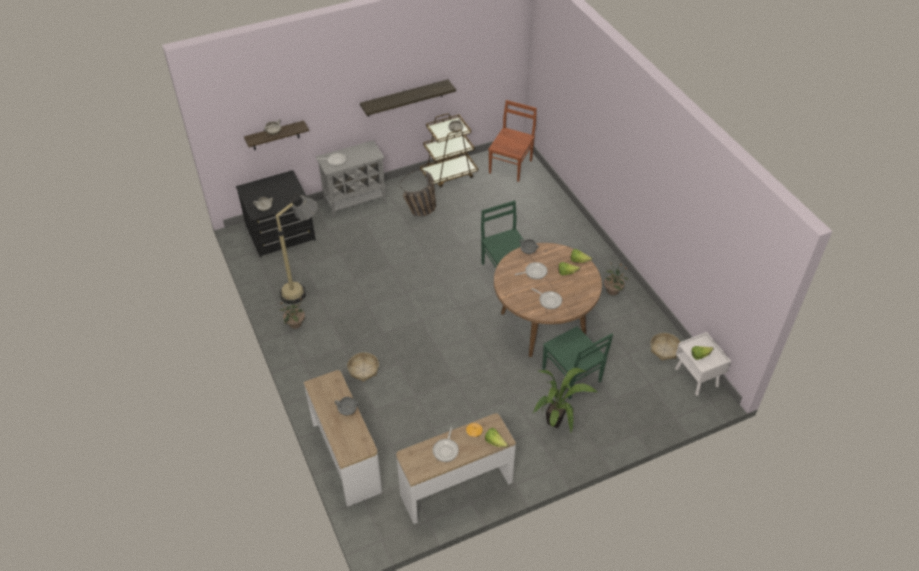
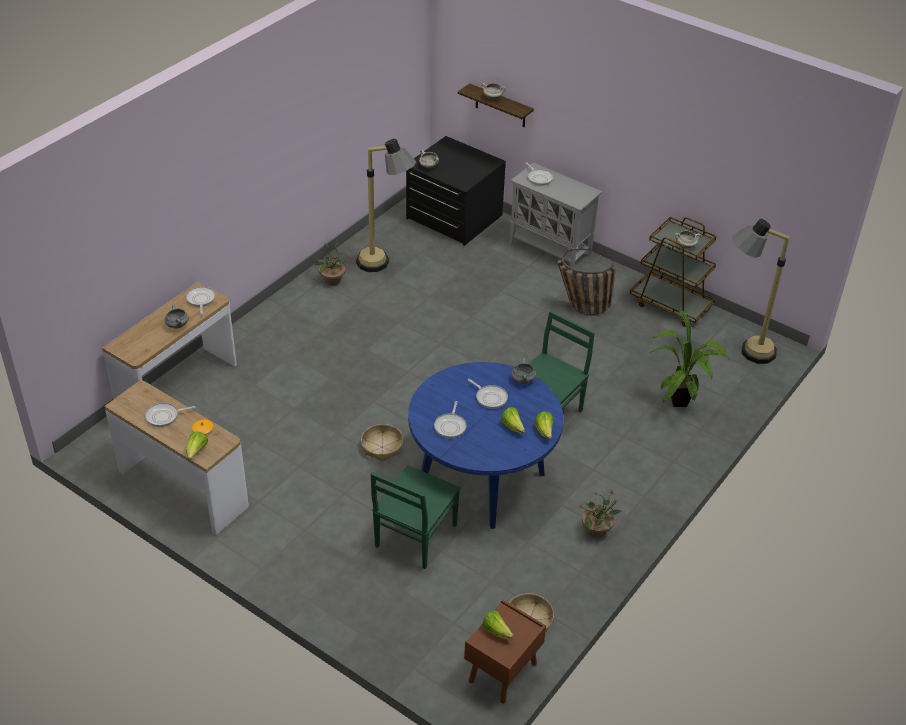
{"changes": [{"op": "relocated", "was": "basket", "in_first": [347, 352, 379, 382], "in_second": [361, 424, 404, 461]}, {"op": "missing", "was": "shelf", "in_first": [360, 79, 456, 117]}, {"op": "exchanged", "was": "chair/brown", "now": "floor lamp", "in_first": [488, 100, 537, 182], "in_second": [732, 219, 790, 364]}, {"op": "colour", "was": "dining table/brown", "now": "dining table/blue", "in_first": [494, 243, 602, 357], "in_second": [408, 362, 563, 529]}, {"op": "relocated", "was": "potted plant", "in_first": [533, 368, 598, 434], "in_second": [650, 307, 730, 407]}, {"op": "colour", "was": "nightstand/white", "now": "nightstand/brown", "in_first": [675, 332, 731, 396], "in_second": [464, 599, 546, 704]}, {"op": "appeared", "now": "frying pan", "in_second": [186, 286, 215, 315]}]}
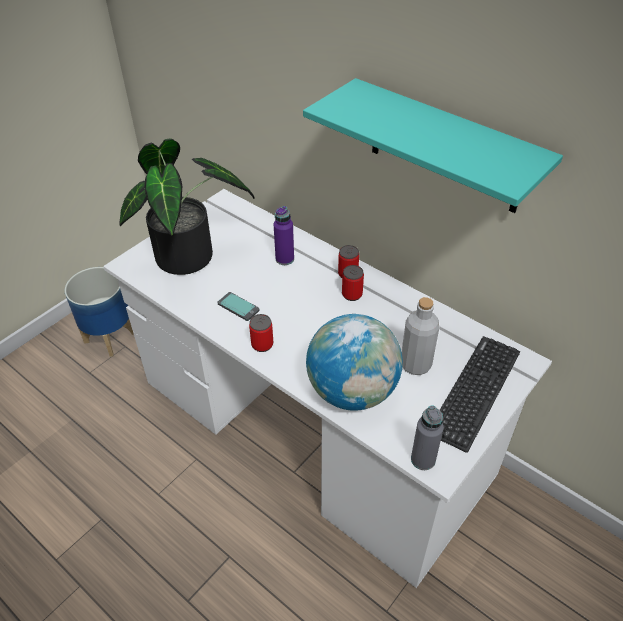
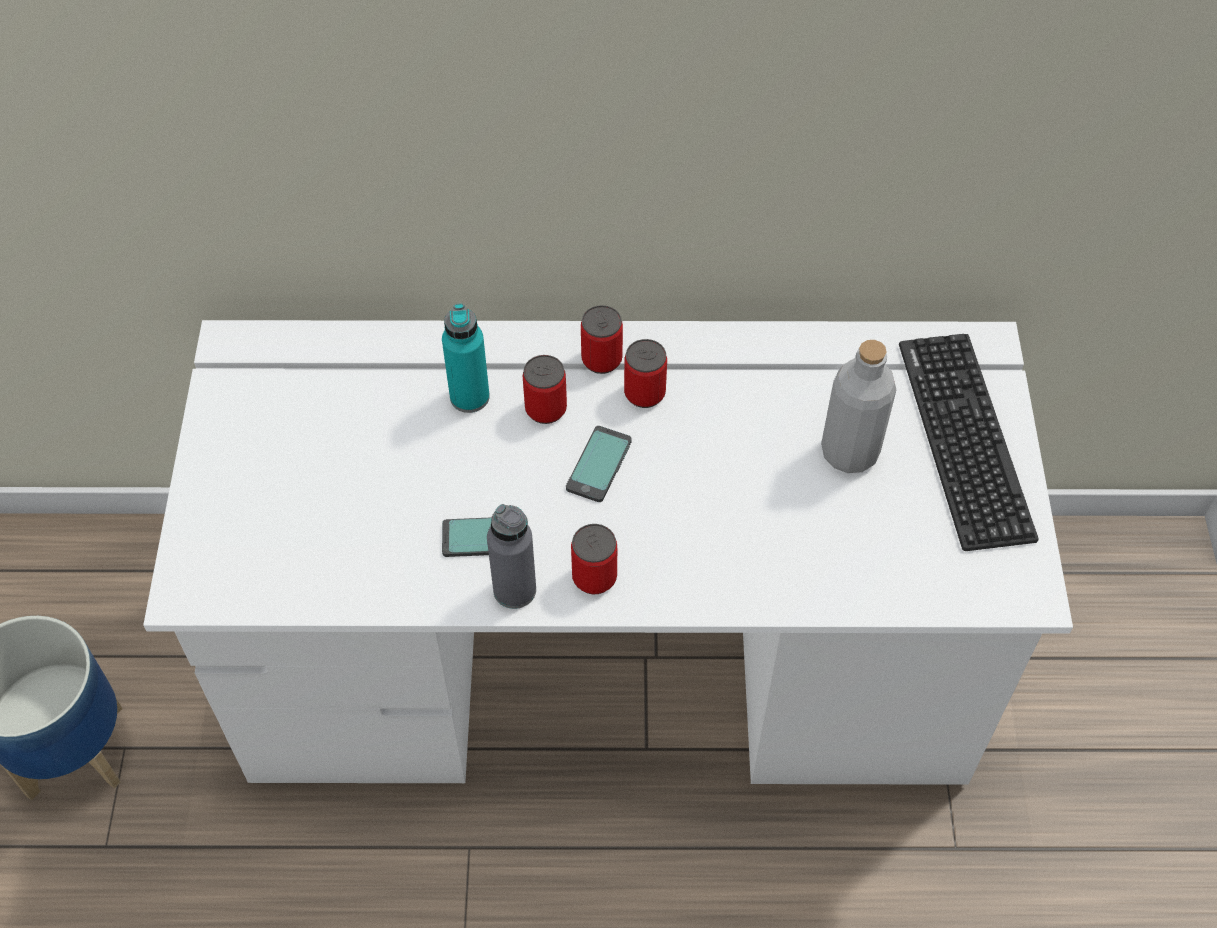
{"changes": [{"op": "missing", "was": "potted plant", "in_first": [119, 138, 255, 275]}, {"op": "colour", "was": "bottle/purple", "now": "bottle/turquoise", "in_first": [274, 206, 294, 265], "in_second": [442, 304, 490, 413]}, {"op": "missing", "was": "shelf/turquoise", "in_first": [303, 78, 563, 213]}, {"op": "missing", "was": "globe", "in_first": [306, 314, 403, 411]}, {"op": "relocated", "was": "bottle/grey", "in_first": [411, 405, 444, 470], "in_second": [487, 504, 536, 609]}, {"op": "appeared", "now": "can", "in_second": [523, 355, 567, 424]}, {"op": "appeared", "now": "phone", "in_second": [566, 426, 631, 502]}]}
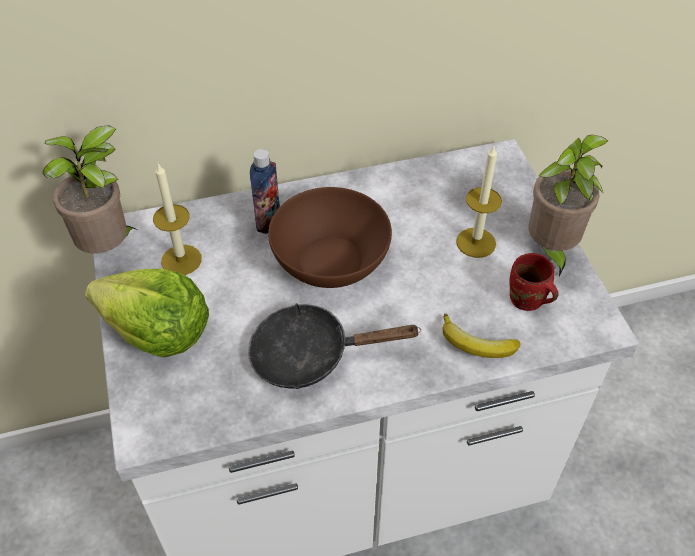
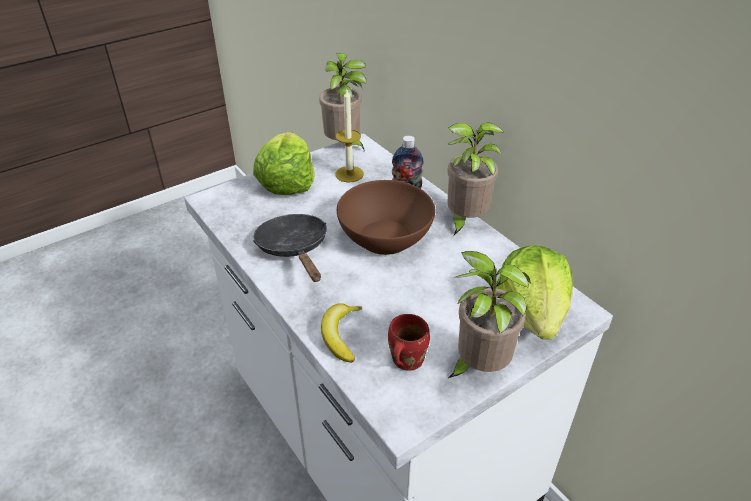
{"changes": [{"op": "missing", "was": "candle", "in_first": [456, 146, 502, 258]}, {"op": "appeared", "now": "potted plant", "in_second": [447, 122, 504, 236]}, {"op": "appeared", "now": "lettuce", "in_second": [496, 245, 573, 340]}]}
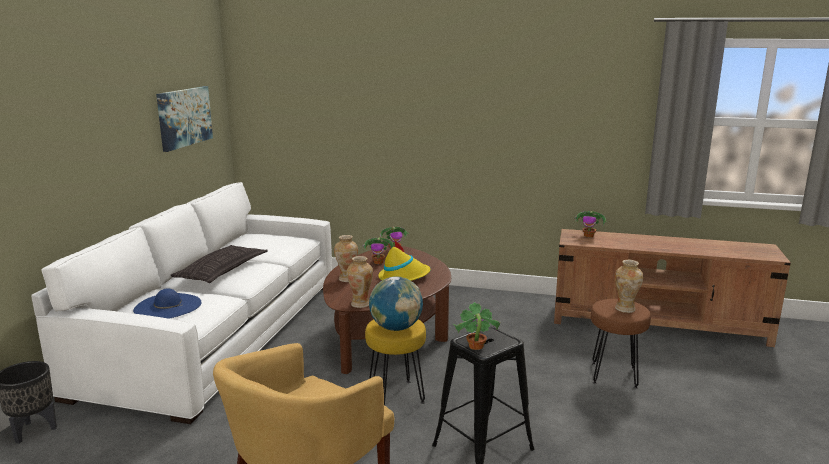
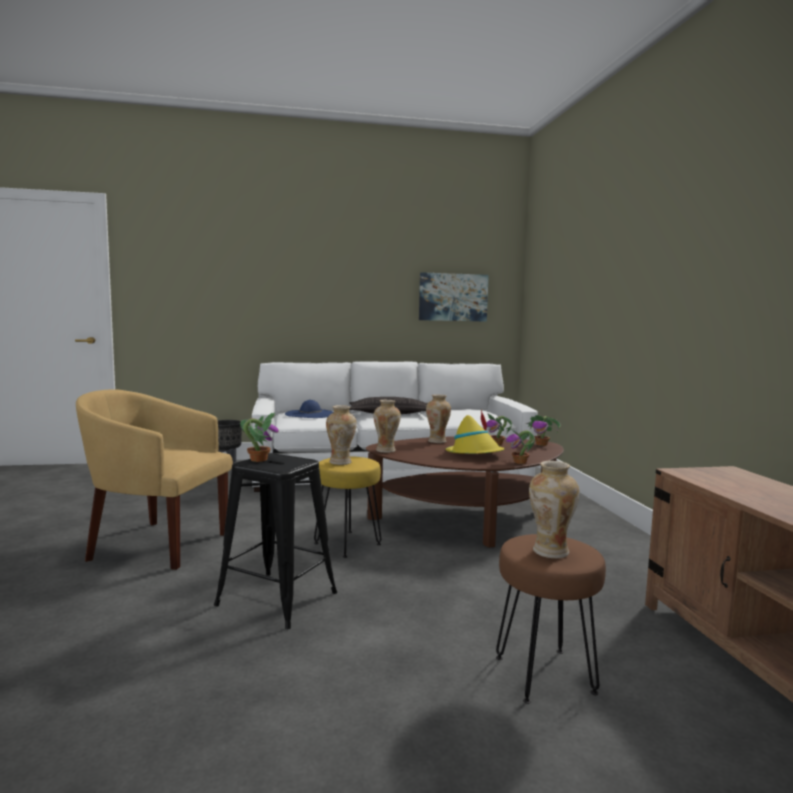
{"changes": [{"op": "exchanged", "was": "globe", "now": "vase", "in_first": [369, 276, 423, 331], "in_second": [326, 405, 357, 465]}, {"op": "relocated", "was": "potted plant", "in_first": [575, 211, 606, 237], "in_second": [506, 427, 535, 464]}]}
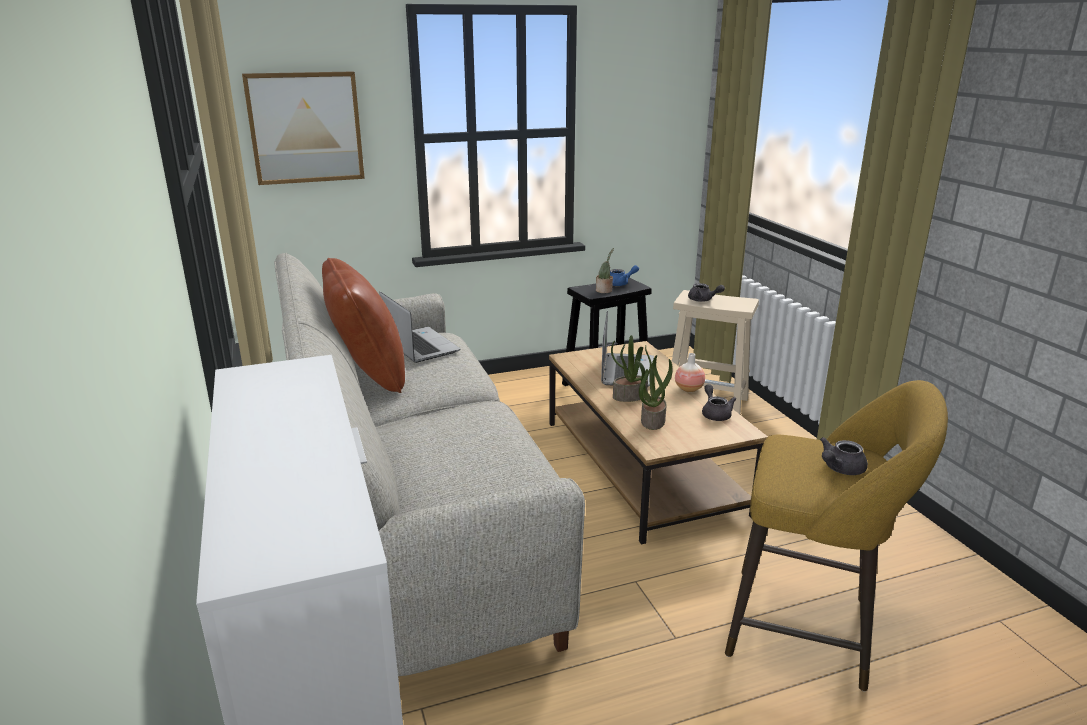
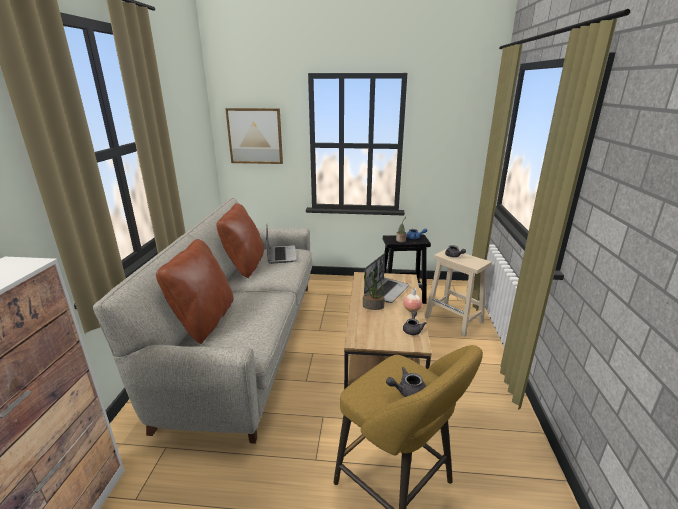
{"changes": [{"op": "missing", "was": "potted plant", "in_first": [636, 355, 673, 430]}, {"op": "appeared", "now": "pillow/brown", "in_second": [156, 239, 234, 344]}]}
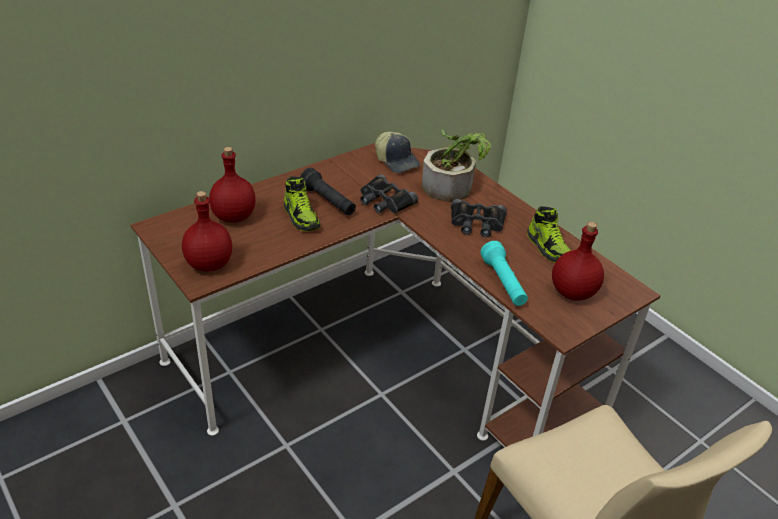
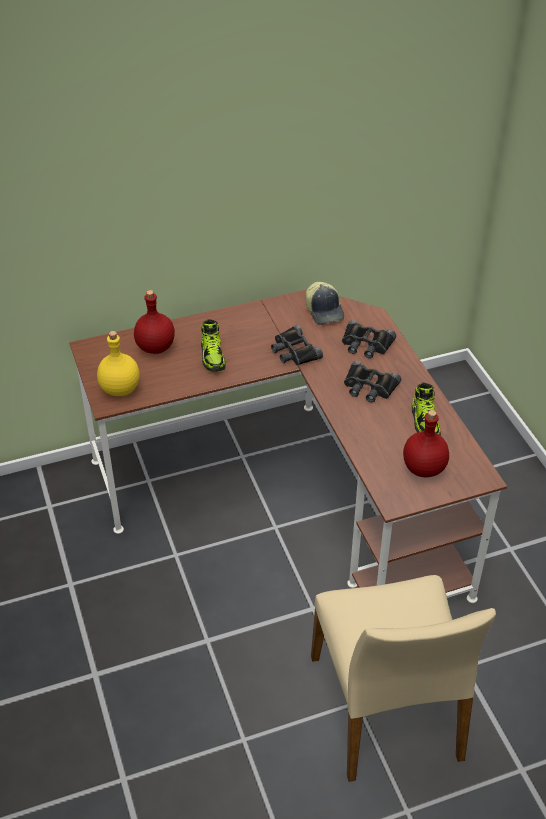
{"changes": [{"op": "colour", "was": "bottle/red", "now": "bottle/yellow", "in_first": [182, 191, 232, 271], "in_second": [97, 331, 139, 396]}, {"op": "missing", "was": "flashlight/black", "in_first": [300, 168, 356, 215]}, {"op": "exchanged", "was": "potted plant", "now": "binoculars/black", "in_first": [422, 129, 491, 202], "in_second": [342, 320, 396, 358]}, {"op": "missing", "was": "flashlight/turquoise", "in_first": [480, 241, 528, 306]}]}
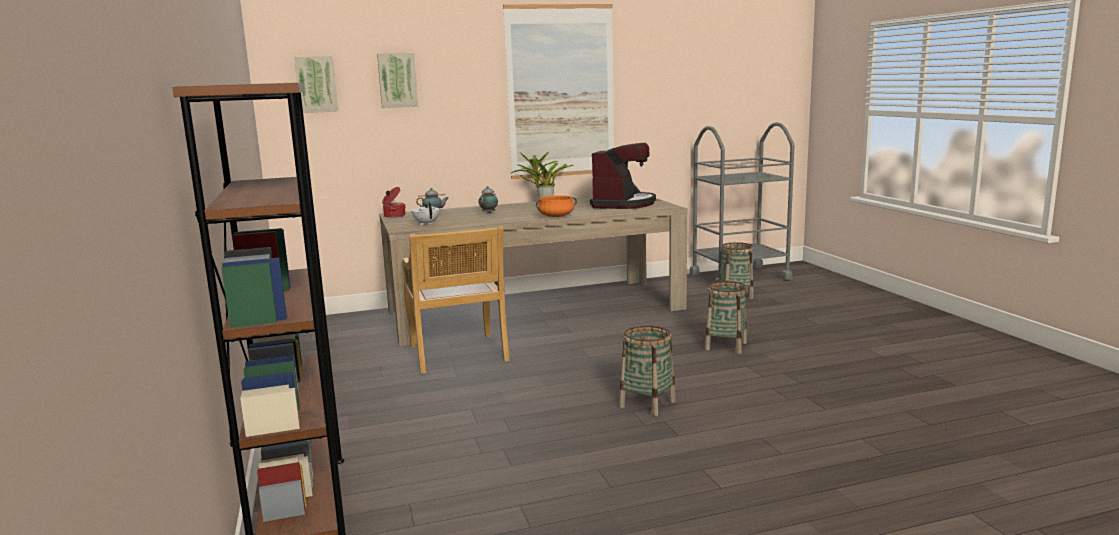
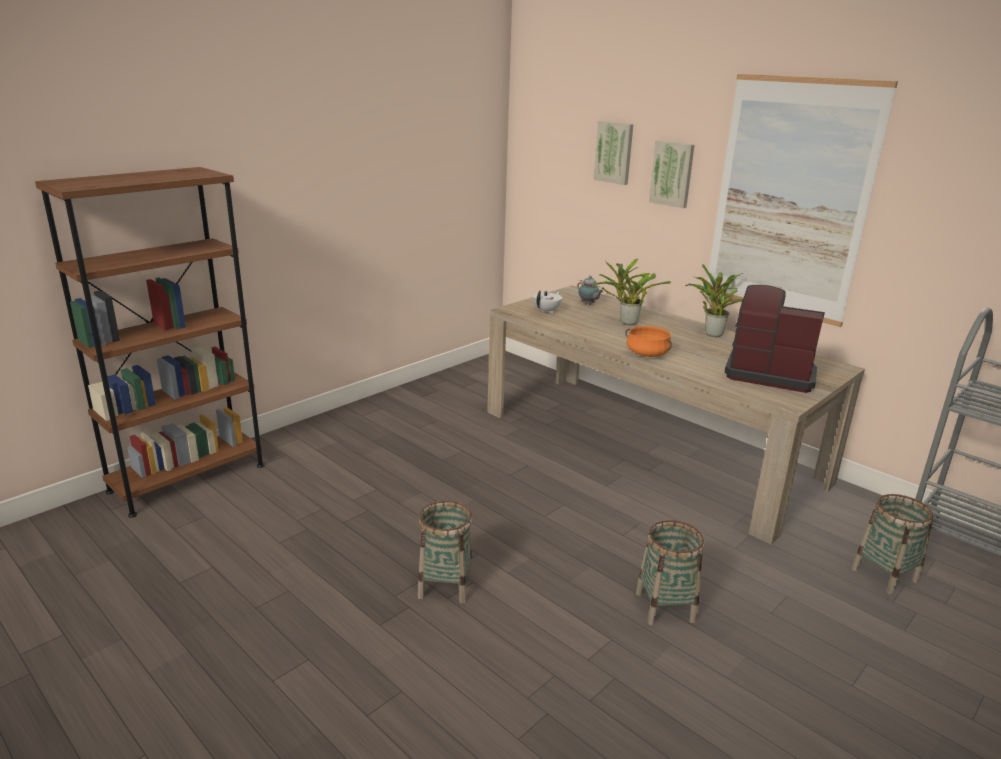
{"changes": [{"op": "relocated", "was": "picture", "in_first": [294, 56, 338, 113], "in_second": [649, 141, 694, 208]}, {"op": "missing", "was": "cooking pot", "in_first": [382, 187, 406, 218]}, {"op": "missing", "was": "chair/beige", "in_first": [403, 226, 510, 374]}, {"op": "exchanged", "was": "teapot", "now": "potted plant", "in_first": [478, 186, 498, 214], "in_second": [592, 259, 671, 325]}, {"op": "spun", "was": "coffee machine", "in_first": [590, 143, 656, 209], "in_second": [724, 285, 825, 393], "clockwise": -150}]}
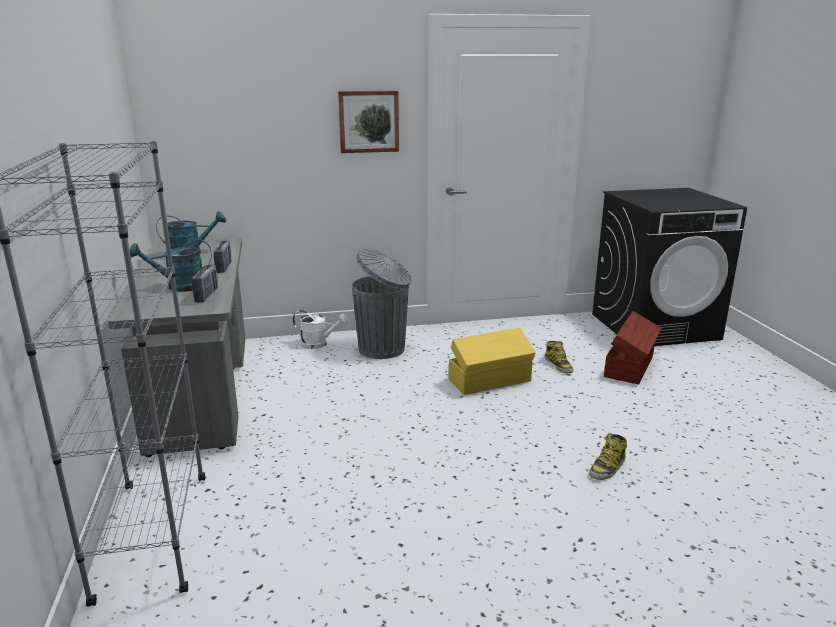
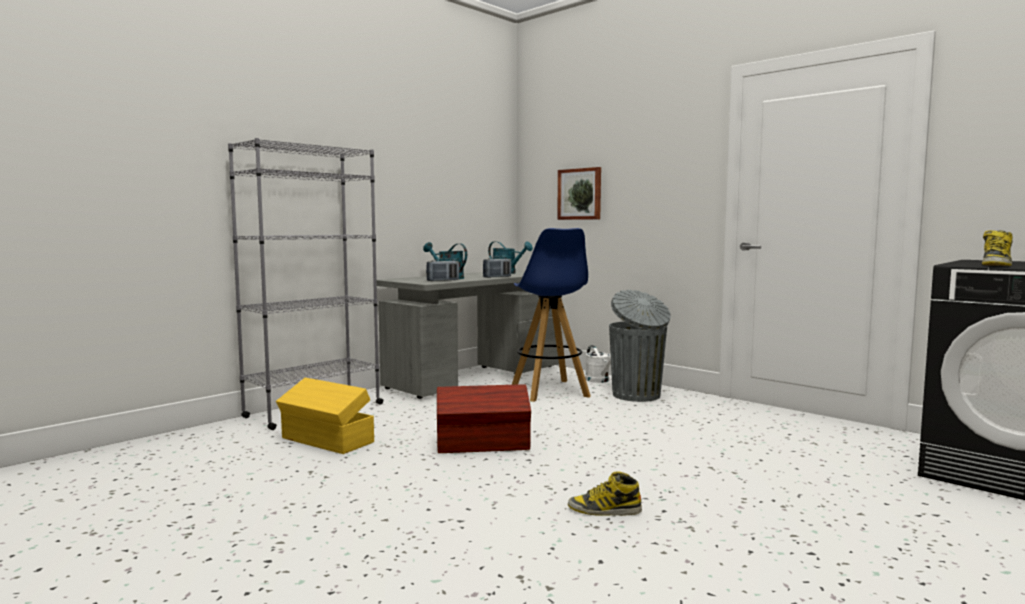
{"changes": [{"op": "relocated", "was": "picture", "in_first": [338, 91, 399, 153], "in_second": [557, 167, 601, 220]}, {"op": "relocated", "was": "storage box/yellow", "in_first": [449, 328, 536, 395], "in_second": [276, 378, 374, 454]}, {"op": "relocated", "was": "boot", "in_first": [545, 341, 573, 373], "in_second": [982, 230, 1013, 266]}, {"op": "relocated", "was": "storage box/brown", "in_first": [604, 311, 662, 384], "in_second": [437, 384, 531, 453]}, {"op": "appeared", "now": "stool/blue", "in_second": [512, 228, 591, 402]}]}
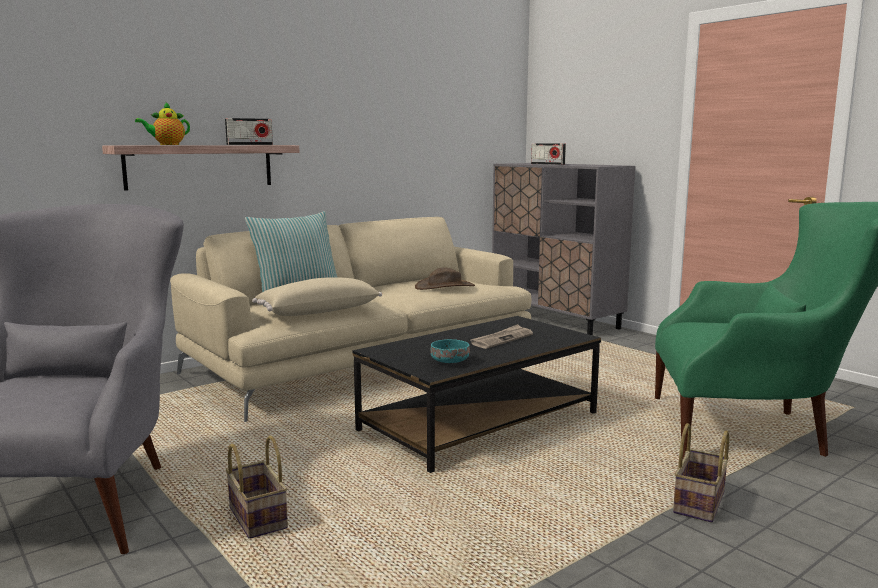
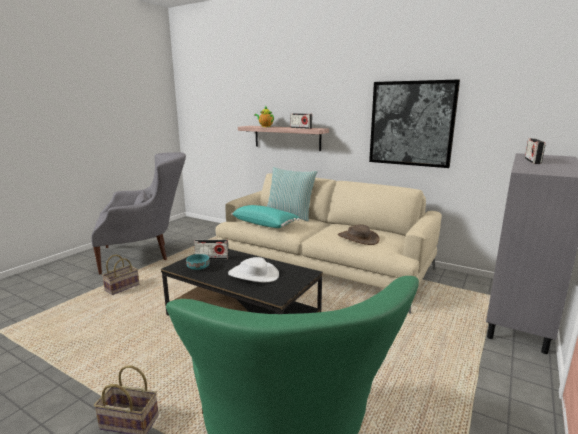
{"changes": [{"op": "colour", "was": "pillow/beige", "now": "pillow/turquoise", "in_first": [252, 277, 382, 316], "in_second": [231, 205, 300, 228]}, {"op": "exchanged", "was": "newspaper", "now": "hat/white", "in_first": [471, 324, 533, 349], "in_second": [228, 257, 279, 282]}, {"op": "appeared", "now": "radio", "in_second": [194, 240, 229, 260]}, {"op": "appeared", "now": "picture", "in_second": [369, 79, 460, 168]}]}
